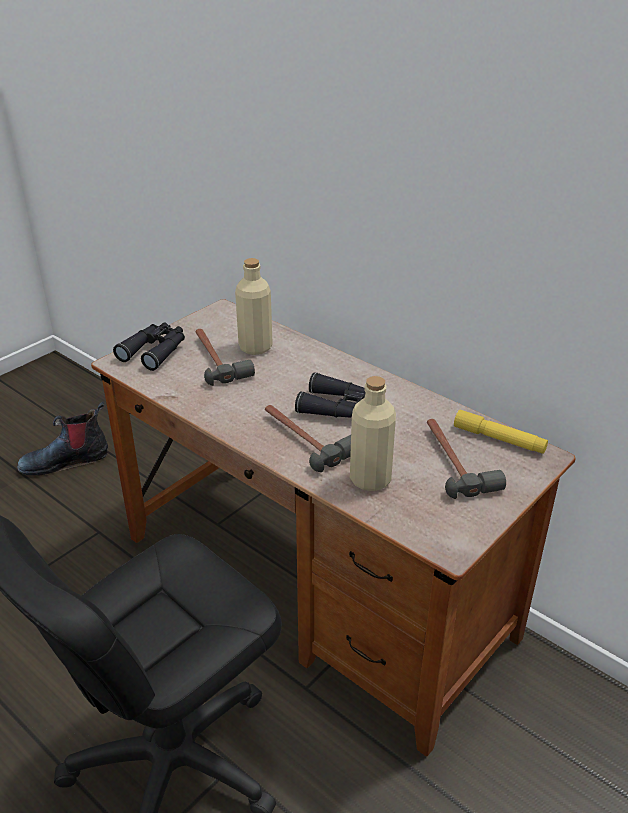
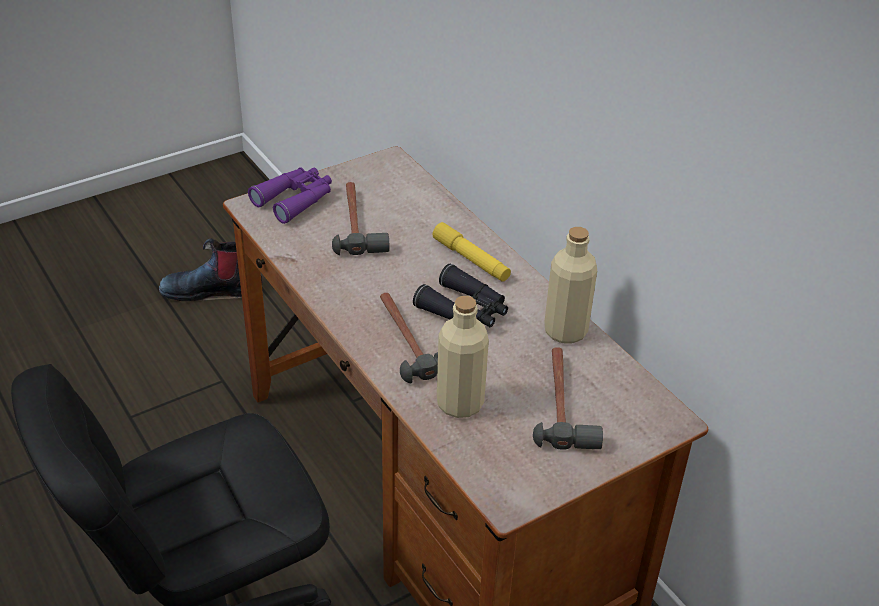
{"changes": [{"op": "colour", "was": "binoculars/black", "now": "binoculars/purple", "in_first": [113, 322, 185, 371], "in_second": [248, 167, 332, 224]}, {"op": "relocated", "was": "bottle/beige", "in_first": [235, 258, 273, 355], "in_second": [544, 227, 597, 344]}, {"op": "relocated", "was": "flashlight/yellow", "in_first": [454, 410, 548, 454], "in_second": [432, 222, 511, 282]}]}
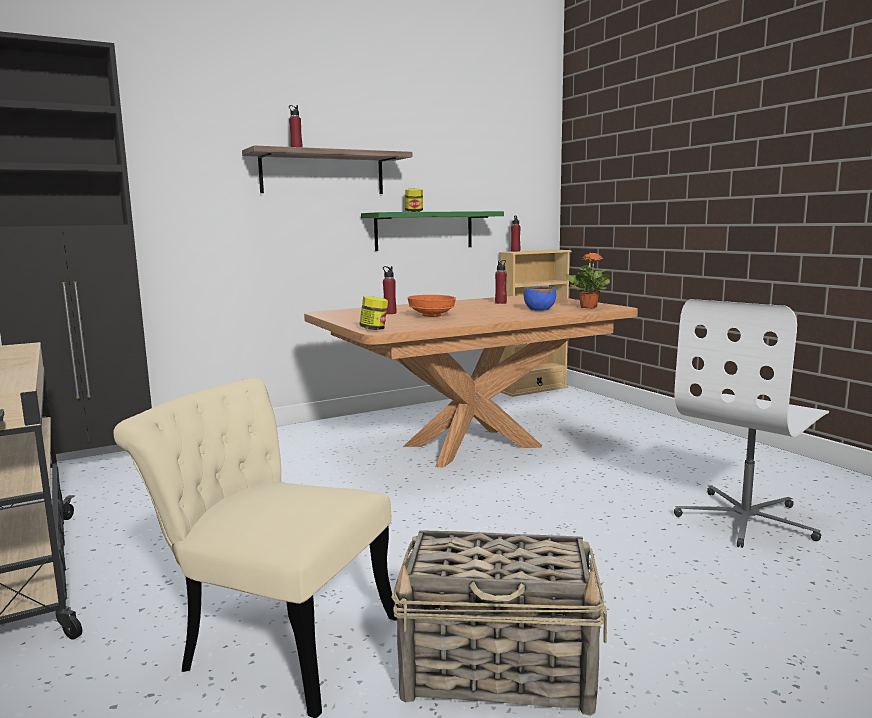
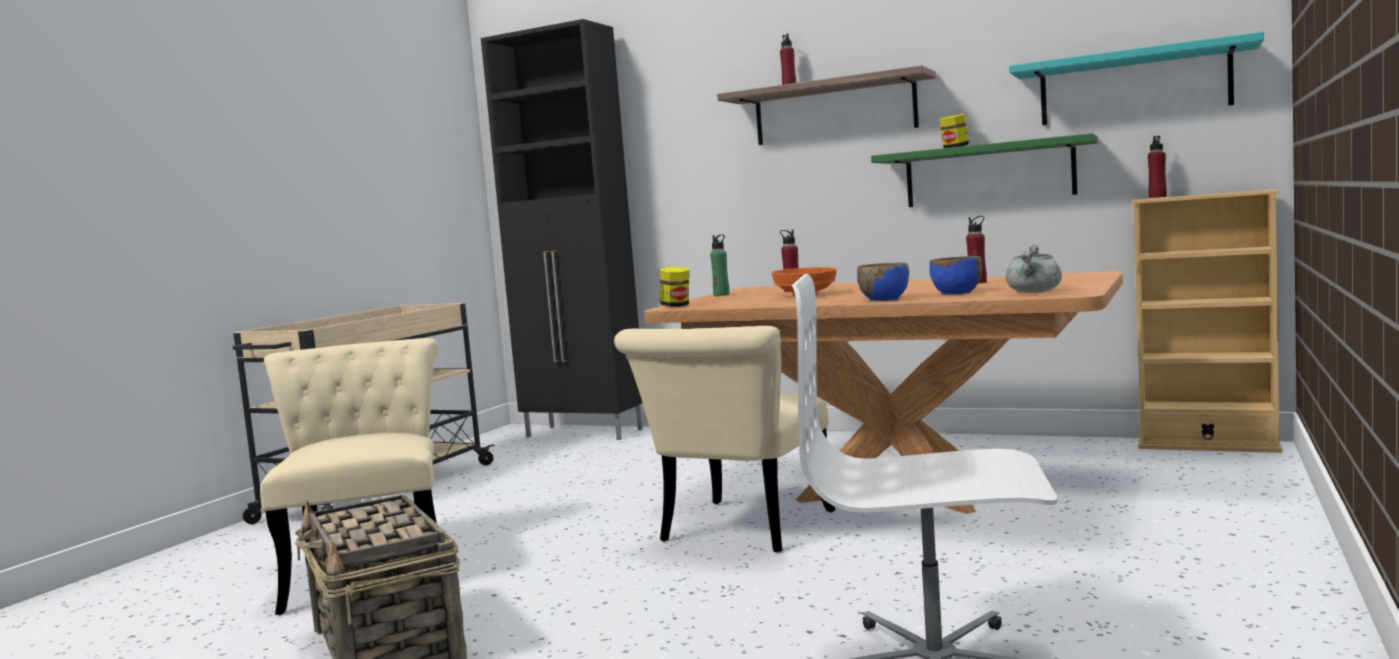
{"changes": [{"op": "exchanged", "was": "potted plant", "now": "cooking pot/grey", "in_first": [565, 252, 610, 309], "in_second": [1006, 245, 1062, 293]}, {"op": "appeared", "now": "chair/beige", "in_second": [614, 326, 836, 552]}, {"op": "appeared", "now": "bottle/green", "in_second": [710, 234, 730, 296]}, {"op": "appeared", "now": "bowl/blue", "in_second": [857, 263, 909, 301]}, {"op": "appeared", "now": "shelf/turquoise", "in_second": [1009, 32, 1264, 125]}]}
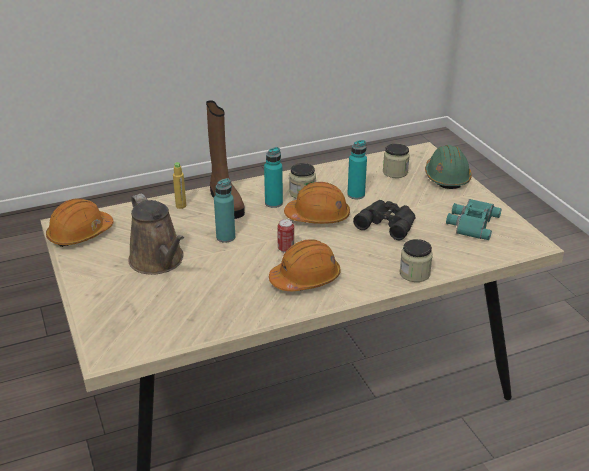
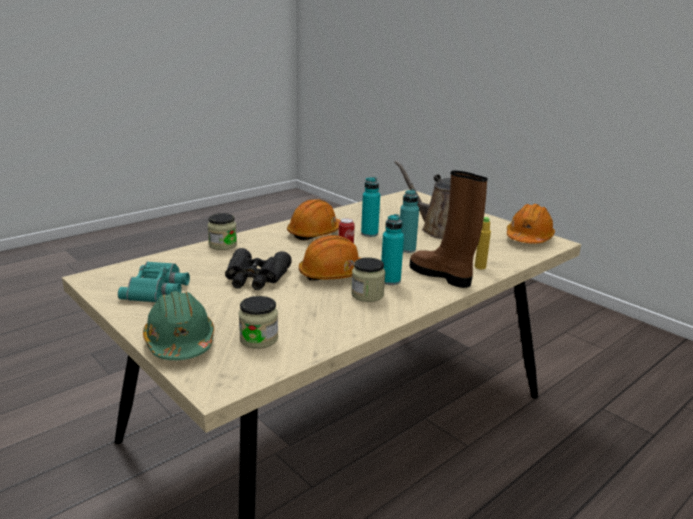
{"changes": [{"op": "relocated", "was": "bottle/turquoise", "in_first": [347, 140, 367, 199], "in_second": [361, 177, 380, 237]}]}
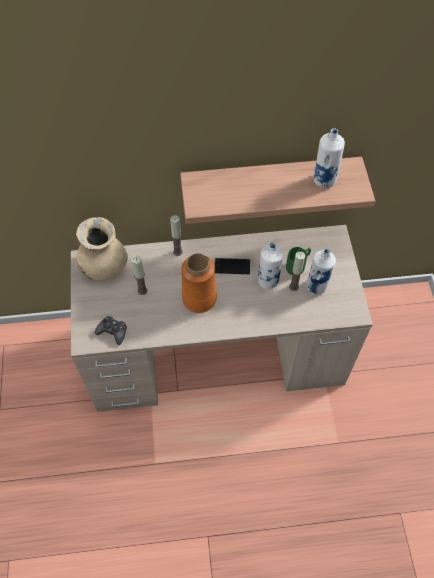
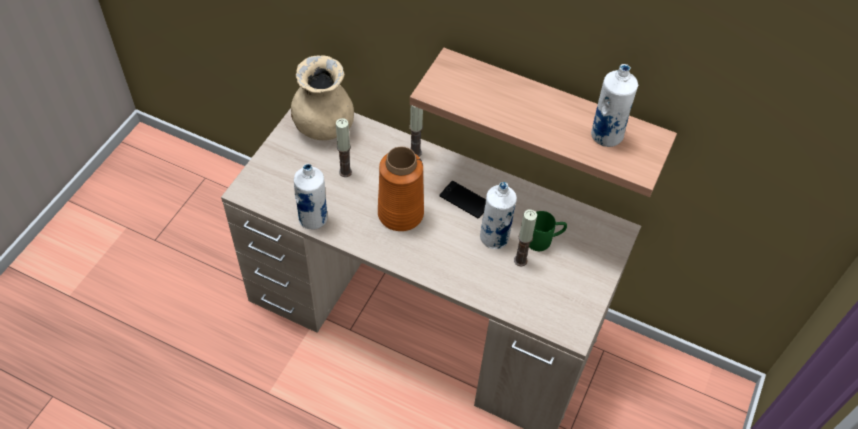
{"changes": [{"op": "missing", "was": "game controller/black", "in_first": [94, 316, 127, 345]}, {"op": "relocated", "was": "bottle/white", "in_first": [306, 249, 336, 295], "in_second": [294, 164, 327, 229]}]}
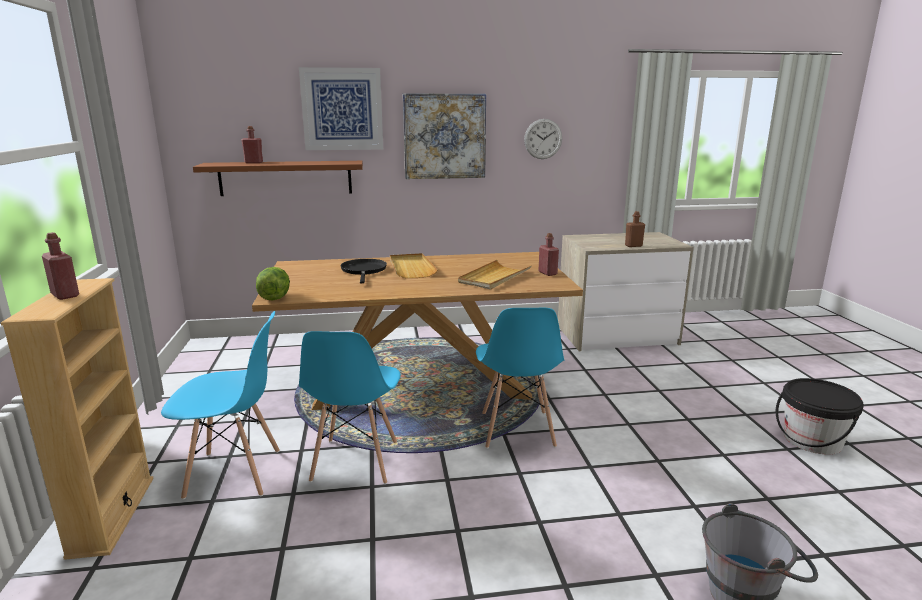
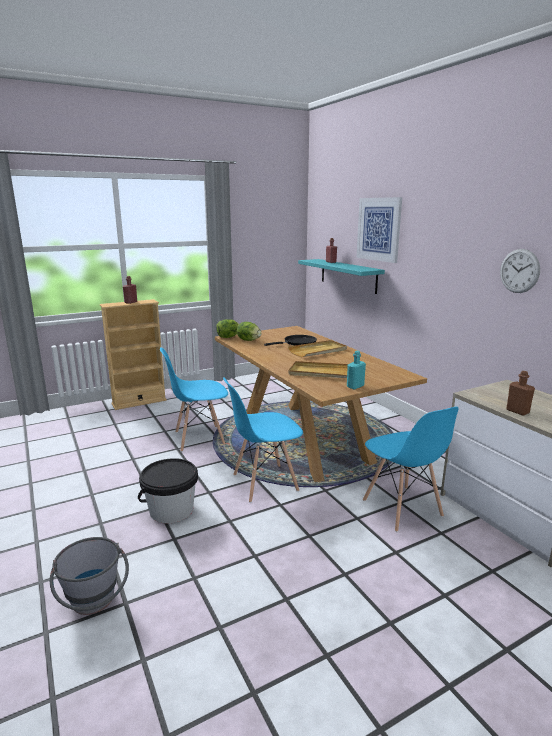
{"changes": [{"op": "relocated", "was": "chair/blue", "in_first": [161, 311, 280, 499], "in_second": [363, 407, 459, 532]}, {"op": "colour", "was": "shelf/brown", "now": "shelf/turquoise", "in_first": [193, 161, 363, 196], "in_second": [298, 259, 385, 294]}, {"op": "missing", "was": "picture", "in_first": [403, 93, 486, 179]}, {"op": "colour", "was": "bottle/red", "now": "bottle/turquoise", "in_first": [539, 233, 559, 276], "in_second": [347, 351, 366, 390]}, {"op": "relocated", "was": "bucket/black", "in_first": [776, 378, 864, 454], "in_second": [138, 458, 198, 523]}, {"op": "appeared", "now": "lettuce", "in_second": [237, 322, 261, 341]}]}
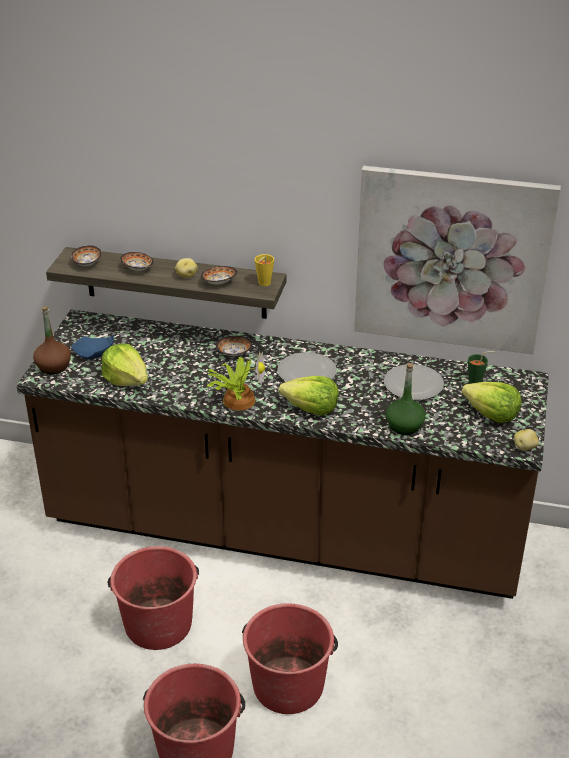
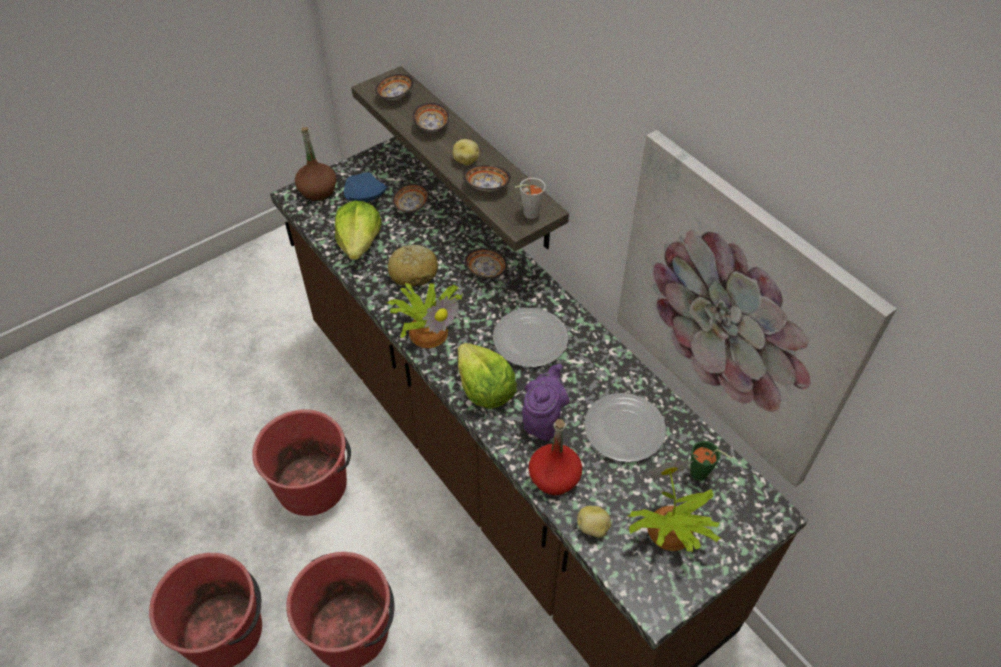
{"changes": [{"op": "colour", "was": "cup/yellow", "now": "cup/grey", "in_first": [254, 254, 274, 286], "in_second": [515, 178, 546, 219]}, {"op": "colour", "was": "bottle/green", "now": "bottle/red", "in_first": [386, 363, 426, 435], "in_second": [529, 419, 582, 495]}, {"op": "exchanged", "was": "lettuce", "now": "potted plant", "in_first": [462, 382, 522, 423], "in_second": [628, 459, 721, 552]}, {"op": "relocated", "was": "potato", "in_first": [514, 429, 539, 451], "in_second": [577, 506, 611, 537]}, {"op": "appeared", "now": "bread", "in_second": [388, 245, 438, 287]}, {"op": "appeared", "now": "bowl", "in_second": [392, 183, 429, 213]}, {"op": "appeared", "now": "teapot/purple", "in_second": [522, 364, 569, 441]}]}
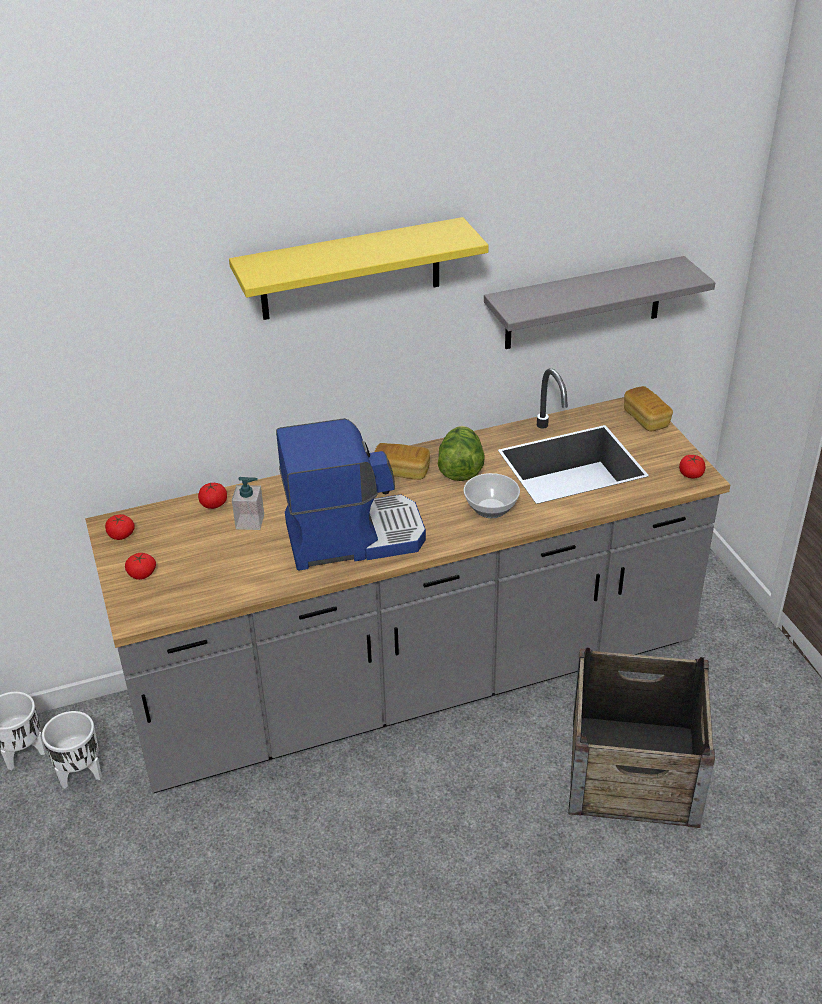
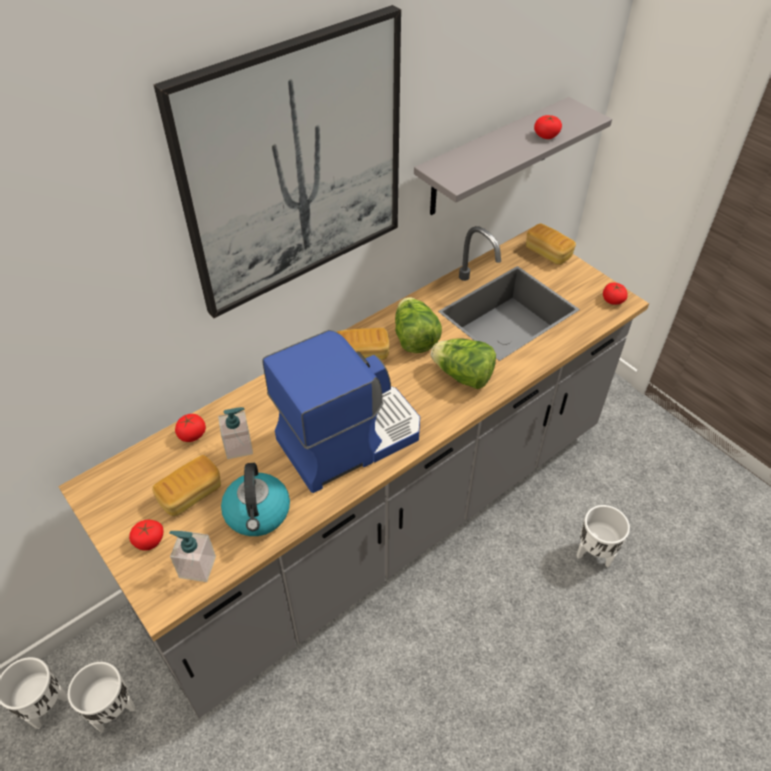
{"changes": [{"op": "relocated", "was": "tomato", "in_first": [105, 514, 135, 540], "in_second": [534, 115, 562, 139]}, {"op": "exchanged", "was": "shelf/yellow", "now": "picture", "in_first": [229, 217, 489, 320], "in_second": [154, 5, 401, 318]}, {"op": "exchanged", "was": "bowl", "now": "lettuce", "in_first": [463, 473, 520, 518], "in_second": [431, 338, 496, 389]}, {"op": "exchanged", "was": "crate", "now": "planter/white", "in_first": [568, 647, 715, 828], "in_second": [577, 505, 630, 567]}, {"op": "appeared", "now": "bread", "in_second": [152, 455, 221, 516]}, {"op": "appeared", "now": "soap dispenser", "in_second": [169, 531, 216, 582]}, {"op": "appeared", "now": "kettle", "in_second": [221, 463, 290, 536]}]}
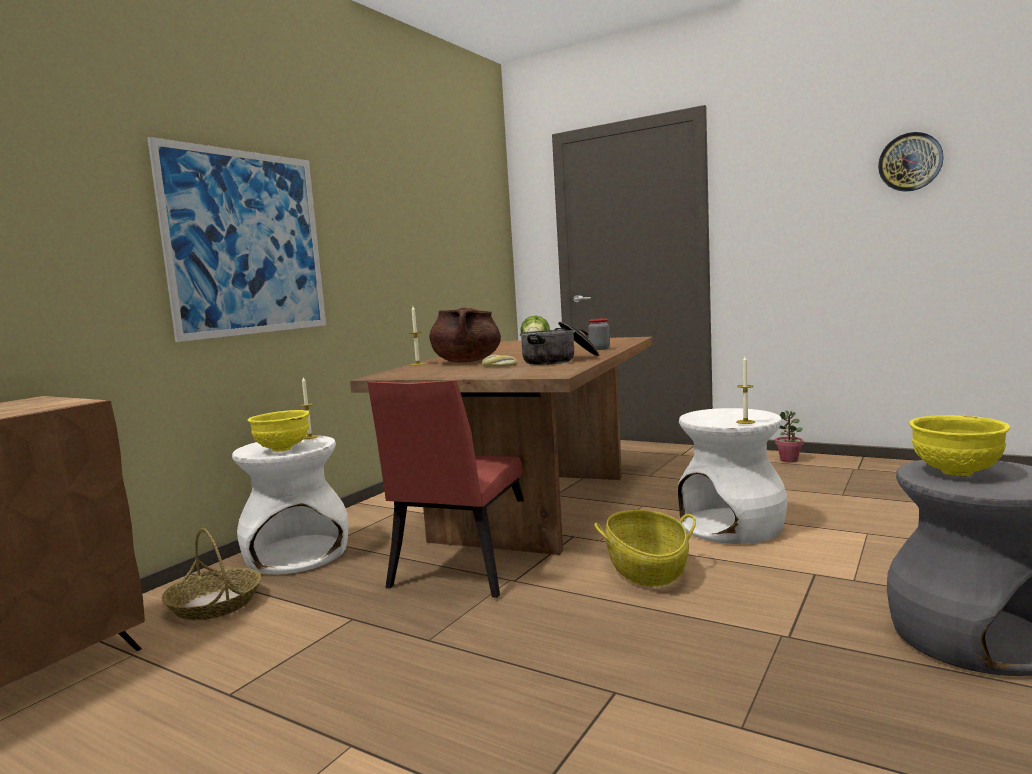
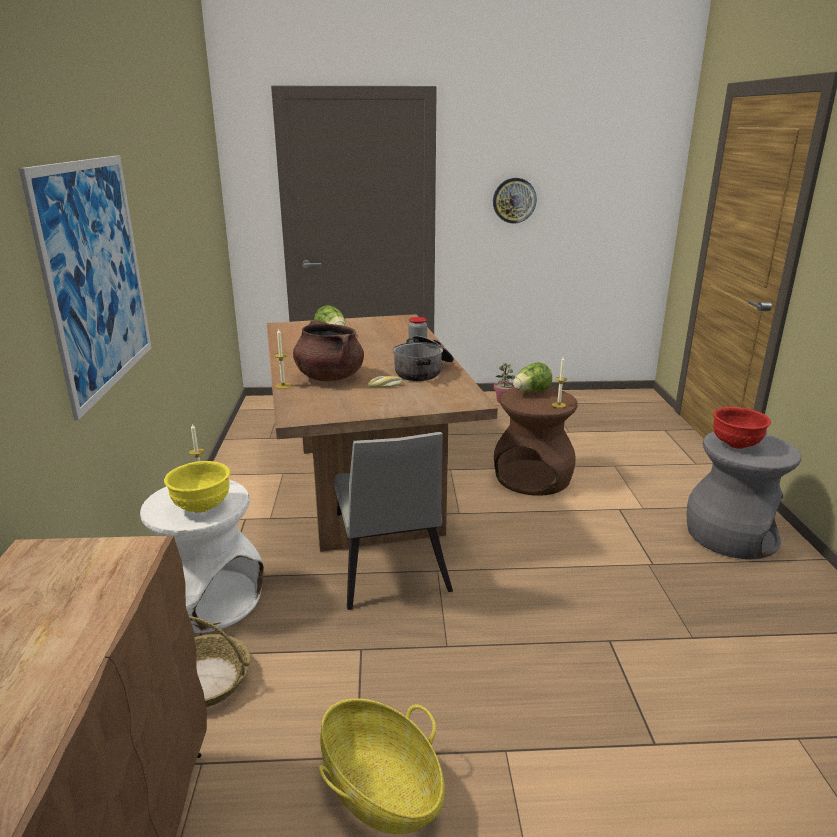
{"changes": [{"op": "colour", "was": "chair/red", "now": "chair/grey", "in_first": [367, 380, 524, 598], "in_second": [334, 432, 453, 610]}, {"op": "relocated", "was": "basket", "in_first": [594, 510, 696, 587], "in_second": [319, 698, 445, 834]}, {"op": "colour", "was": "stool/white", "now": "stool/brown", "in_first": [678, 408, 787, 544], "in_second": [494, 388, 578, 496]}, {"op": "relocated", "was": "wall clock", "in_first": [878, 132, 944, 192], "in_second": [493, 178, 537, 223]}, {"op": "colour", "was": "bowl/yellow", "now": "bowl/red", "in_first": [909, 415, 1010, 477], "in_second": [713, 407, 771, 449]}, {"op": "appeared", "now": "lettuce", "in_second": [513, 362, 552, 392]}]}
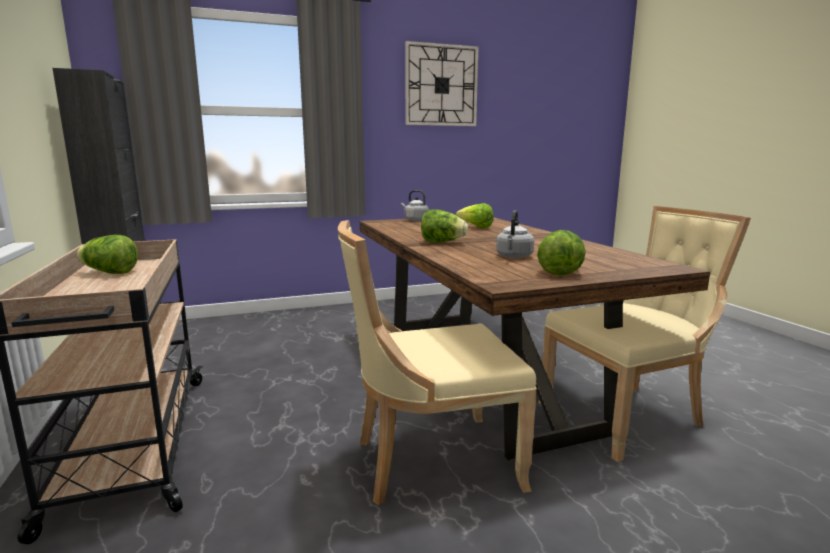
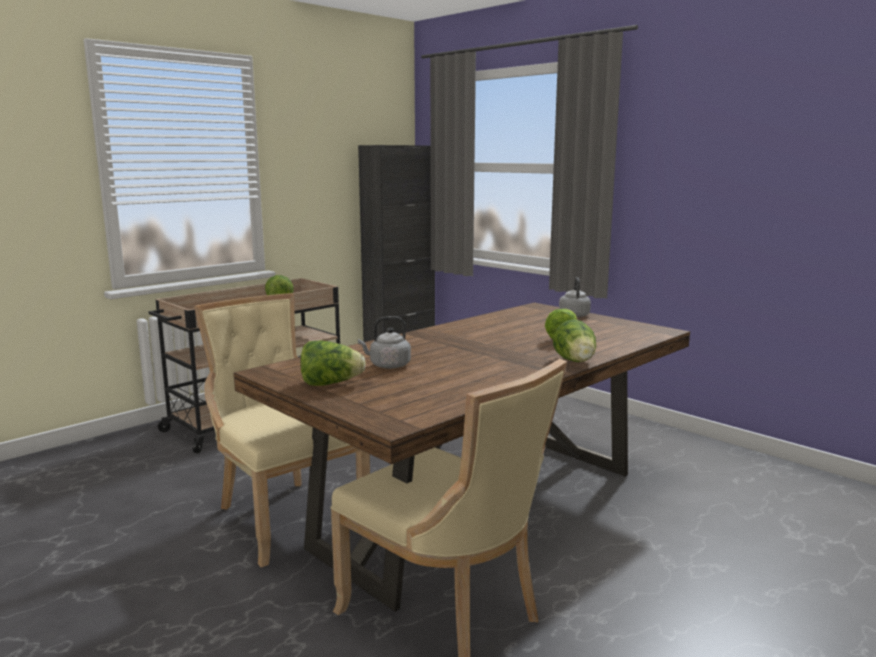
{"changes": [{"op": "missing", "was": "wall clock", "in_first": [405, 41, 479, 126]}, {"op": "relocated", "was": "lettuce", "in_first": [421, 209, 468, 243], "in_second": [553, 319, 596, 362]}]}
